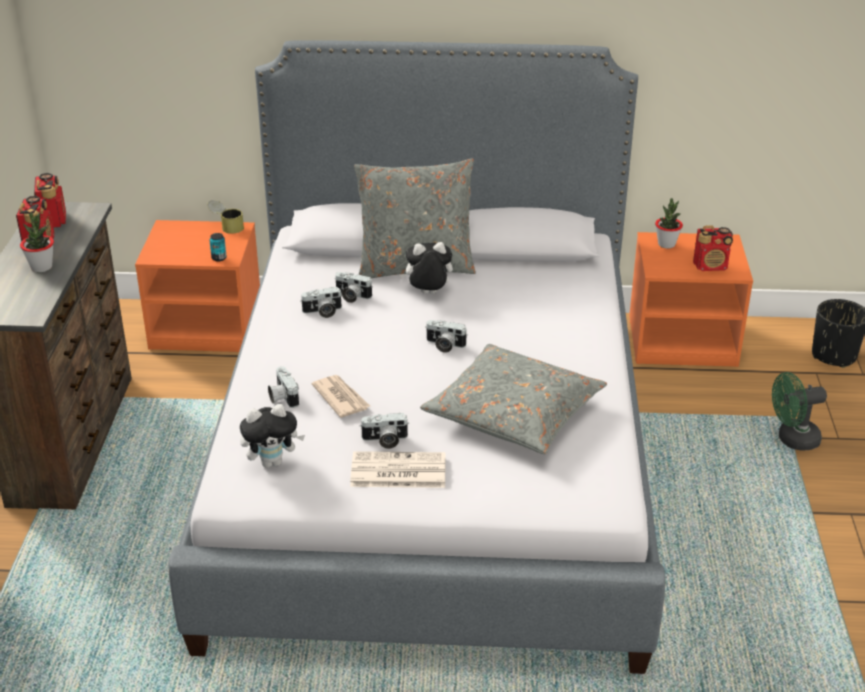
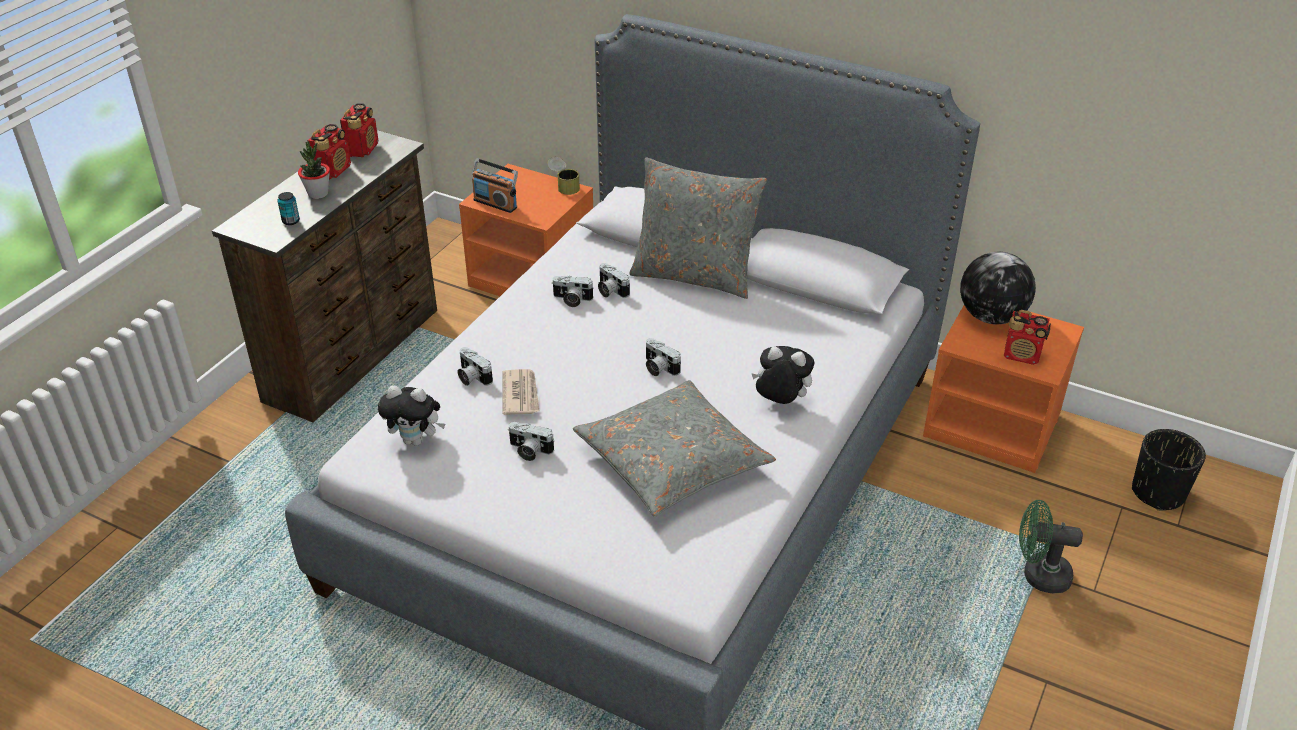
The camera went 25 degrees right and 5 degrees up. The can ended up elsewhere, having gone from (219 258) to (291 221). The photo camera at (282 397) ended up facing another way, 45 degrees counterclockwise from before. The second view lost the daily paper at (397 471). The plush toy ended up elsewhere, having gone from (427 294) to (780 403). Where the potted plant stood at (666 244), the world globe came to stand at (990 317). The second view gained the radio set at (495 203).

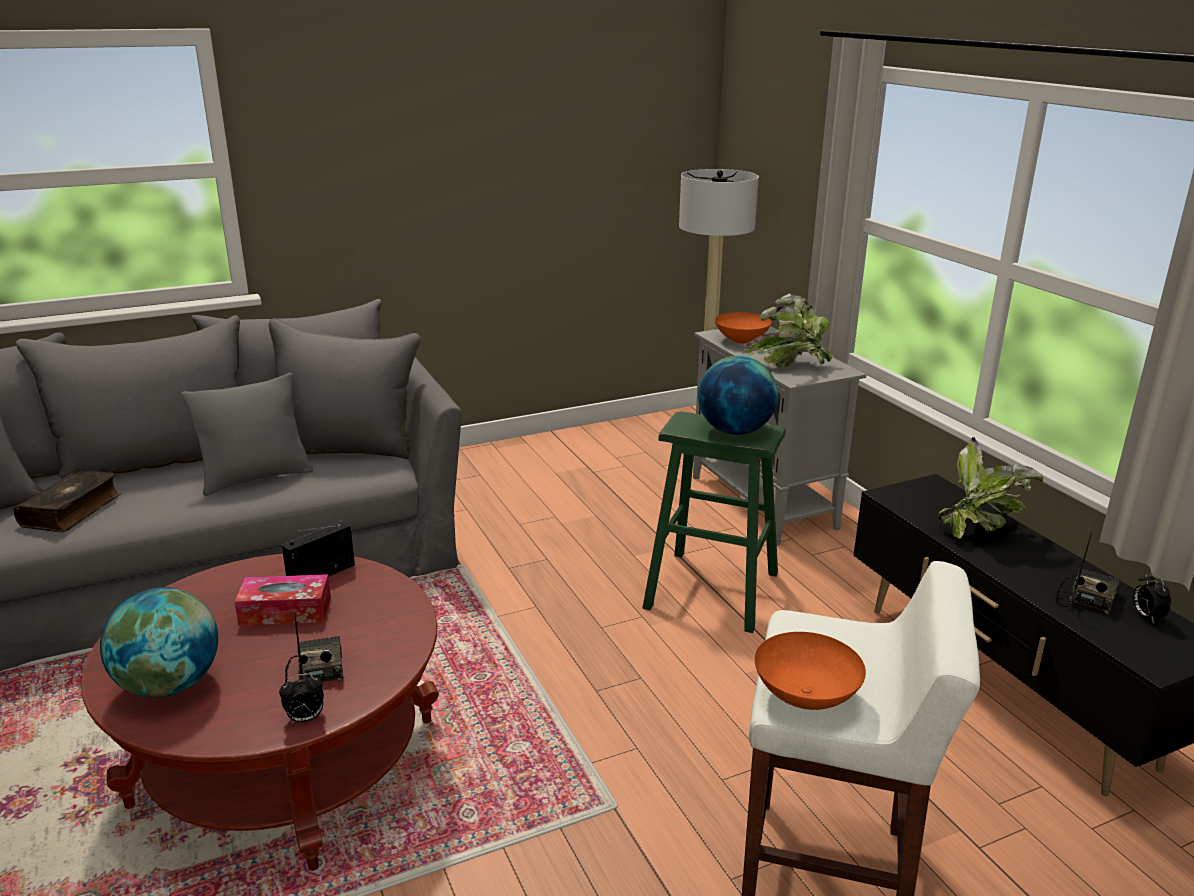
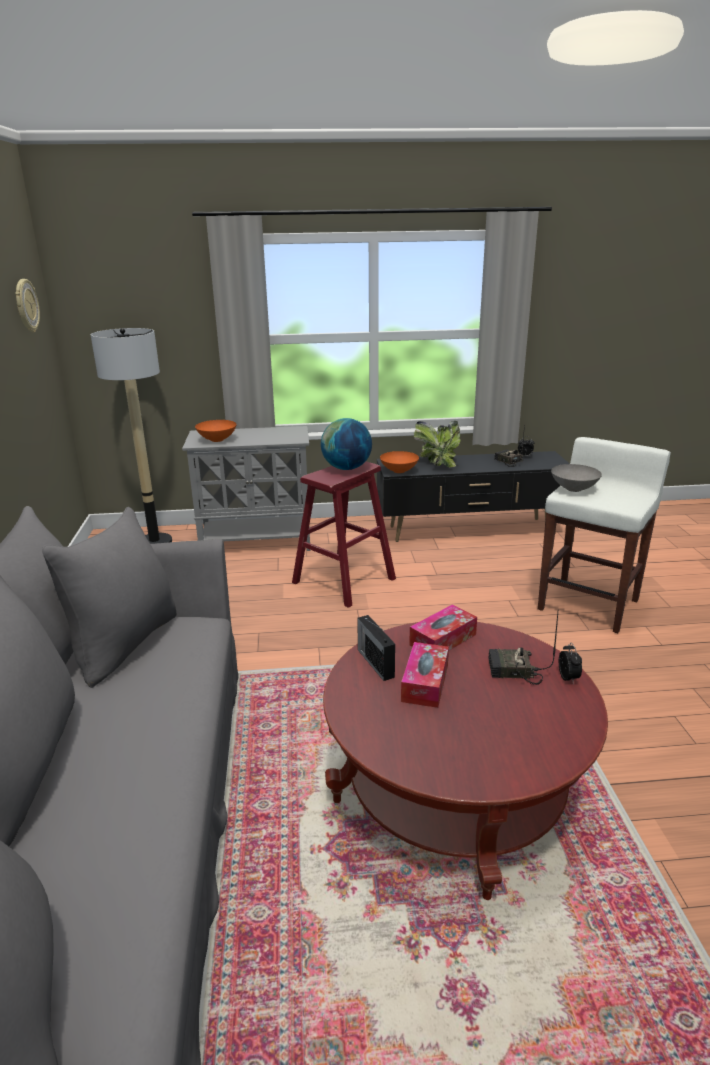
The camera went 70 degrees left and 0 degrees up. The second view lost the book at (73 510). The second view lost the world globe at (170 685). The second view lost the pillow (grey) at (256 478). What was the stool (green-coloured) at (712 590) turned into the stool (reddish) at (344 580). The second view lost the potted plant at (789 364). The deep dish (orangey) ended up elsewhere, having gone from (806 695) to (398 471). The second view gained the clock on the wall at (26 306). The second view gained the box of tissues at (443 640). The second view gained the deep dish (grey) at (573 489).

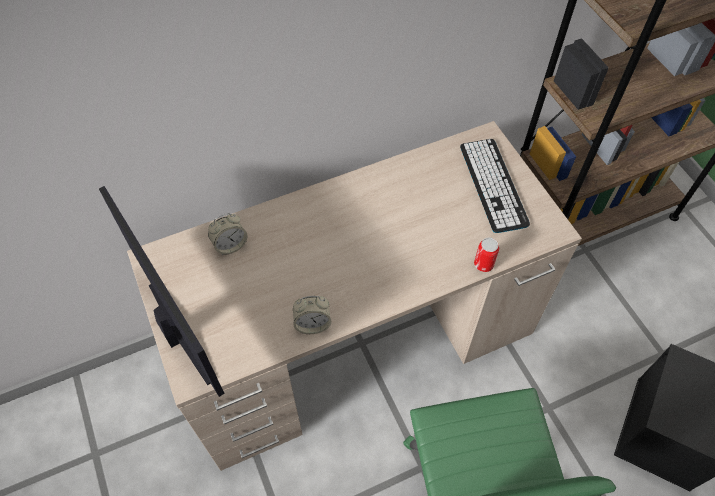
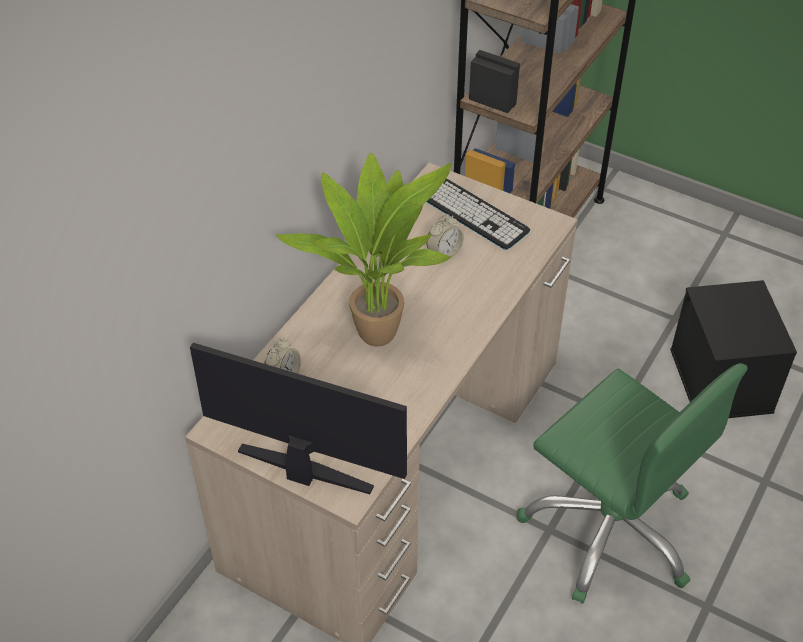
The camera went 35 degrees left and 10 degrees down. The table clock ended up elsewhere, having gone from (312 324) to (444 253). The second view lost the can at (483 264). The second view gained the potted plant at (377 330).

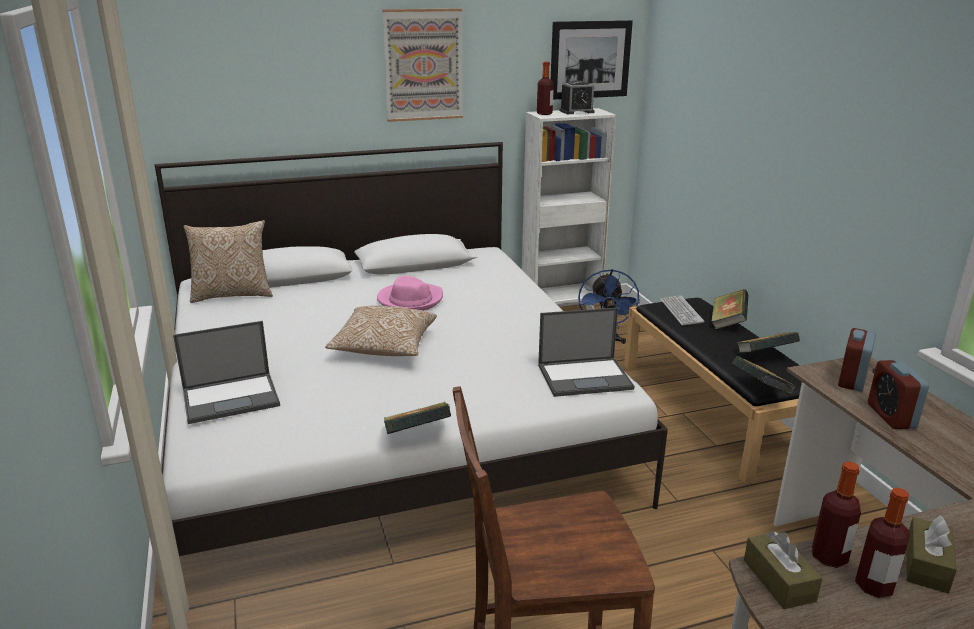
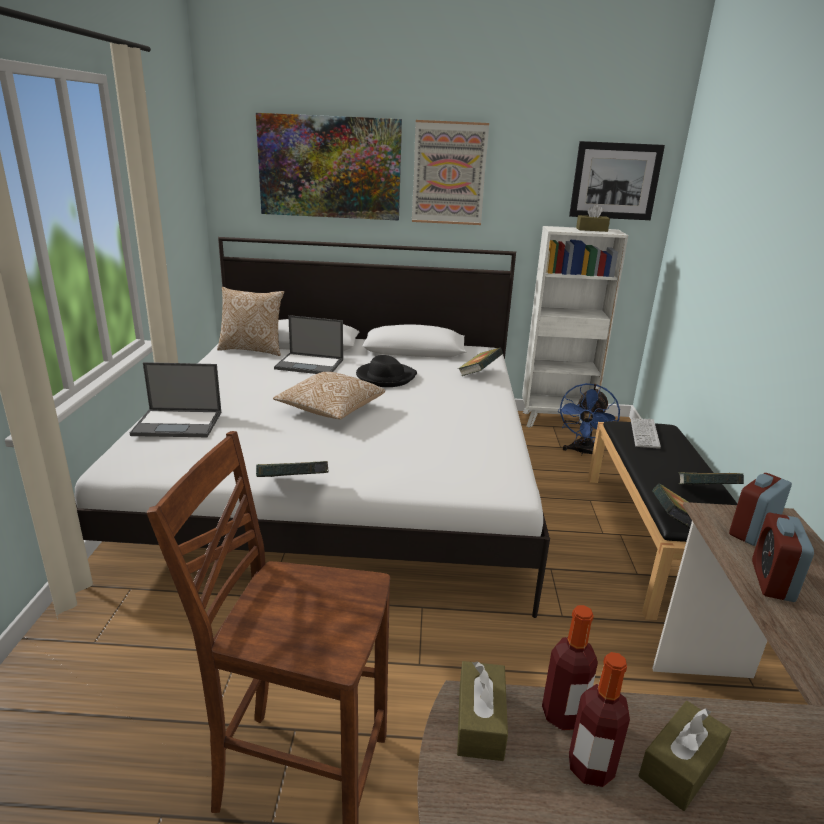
The camera went 20 degrees right and 0 degrees up. What was the hat (pinkish) at (410 300) turned into the hat (blackish) at (385 377). The second view lost the bottle at (544 113). The portable computer ended up elsewhere, having gone from (585 377) to (310 364). Where the table clock stood at (576 111), the box of tissues (brown) came to stand at (591 229). The book ended up elsewhere, having gone from (727 323) to (479 374). The second view gained the wall art at (330 167).

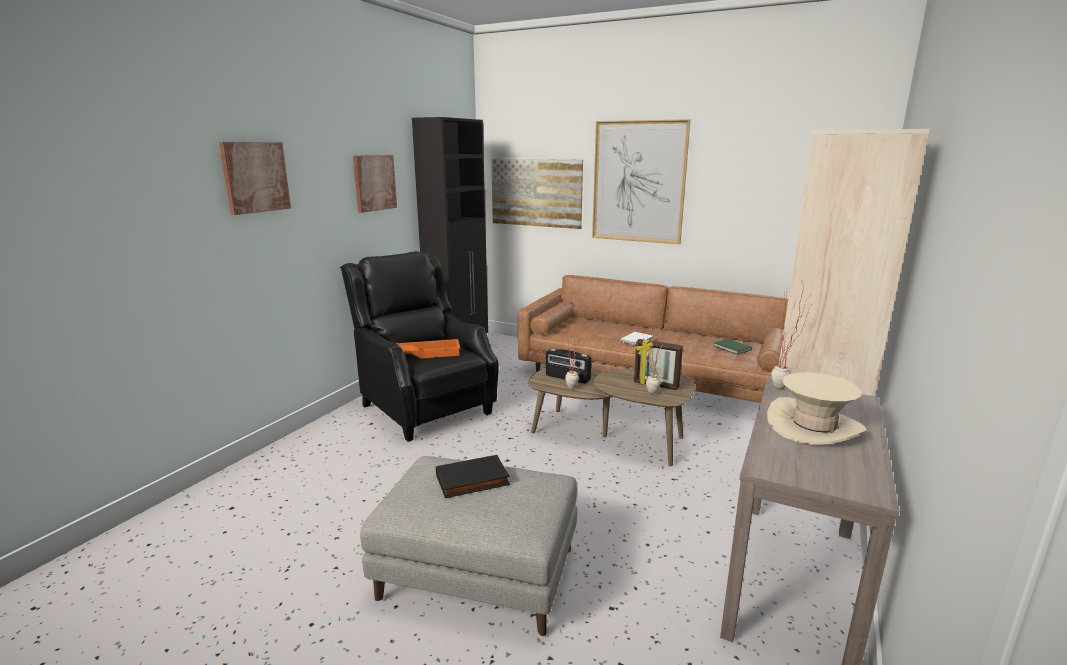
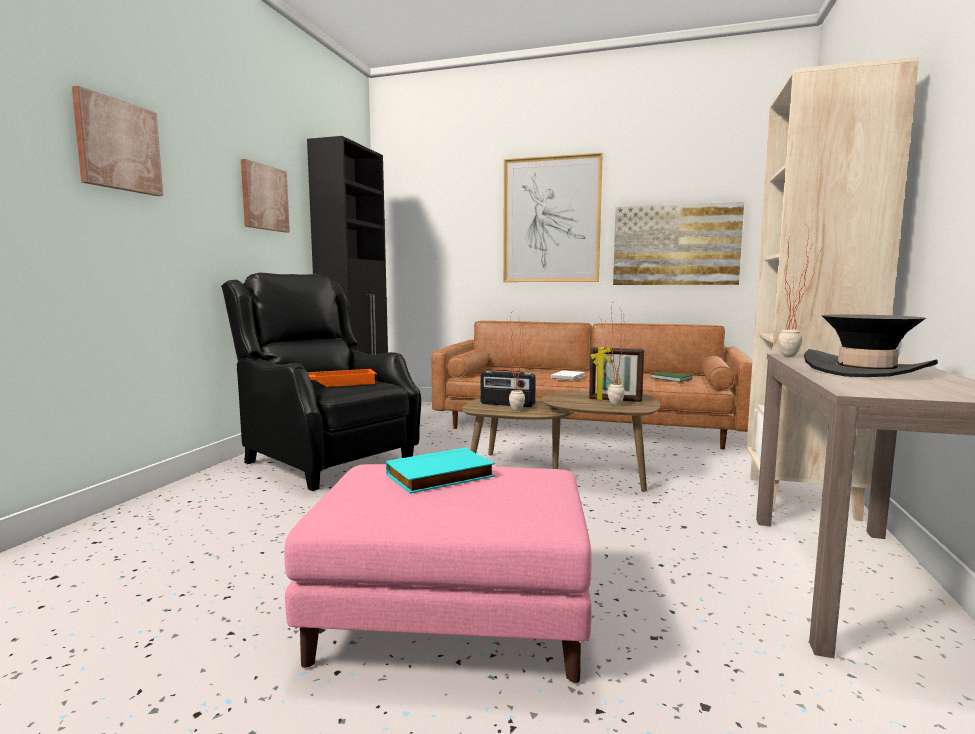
The camera went 10 degrees left and 10 degrees down. What was the ottoman (grey) at (476 574) turned into the ottoman (pinkish) at (448 619). What was the book (blackish) at (472 481) turned into the book (turquoise) at (440 477). The wall art ended up elsewhere, having gone from (536 192) to (675 245). What was the hat (beige) at (814 426) turned into the hat (blackish) at (866 370).

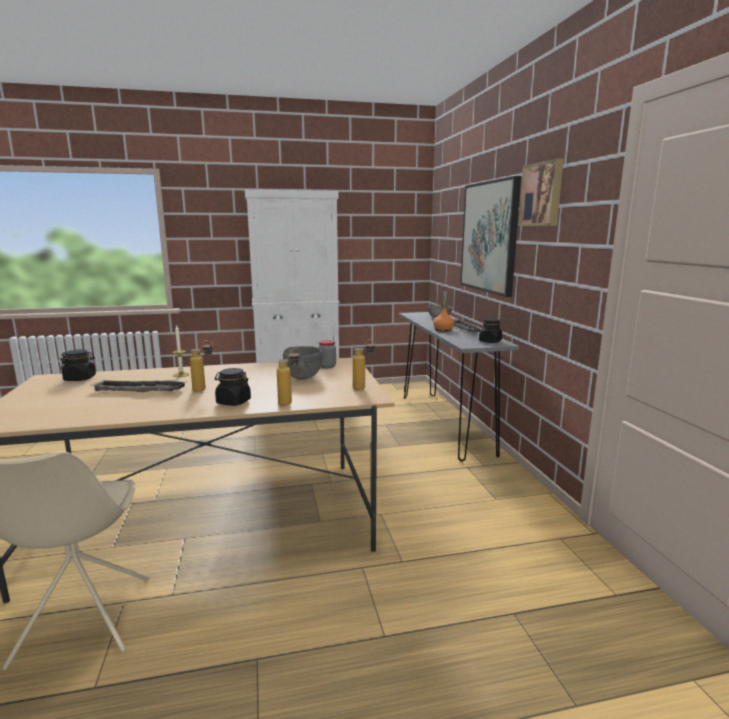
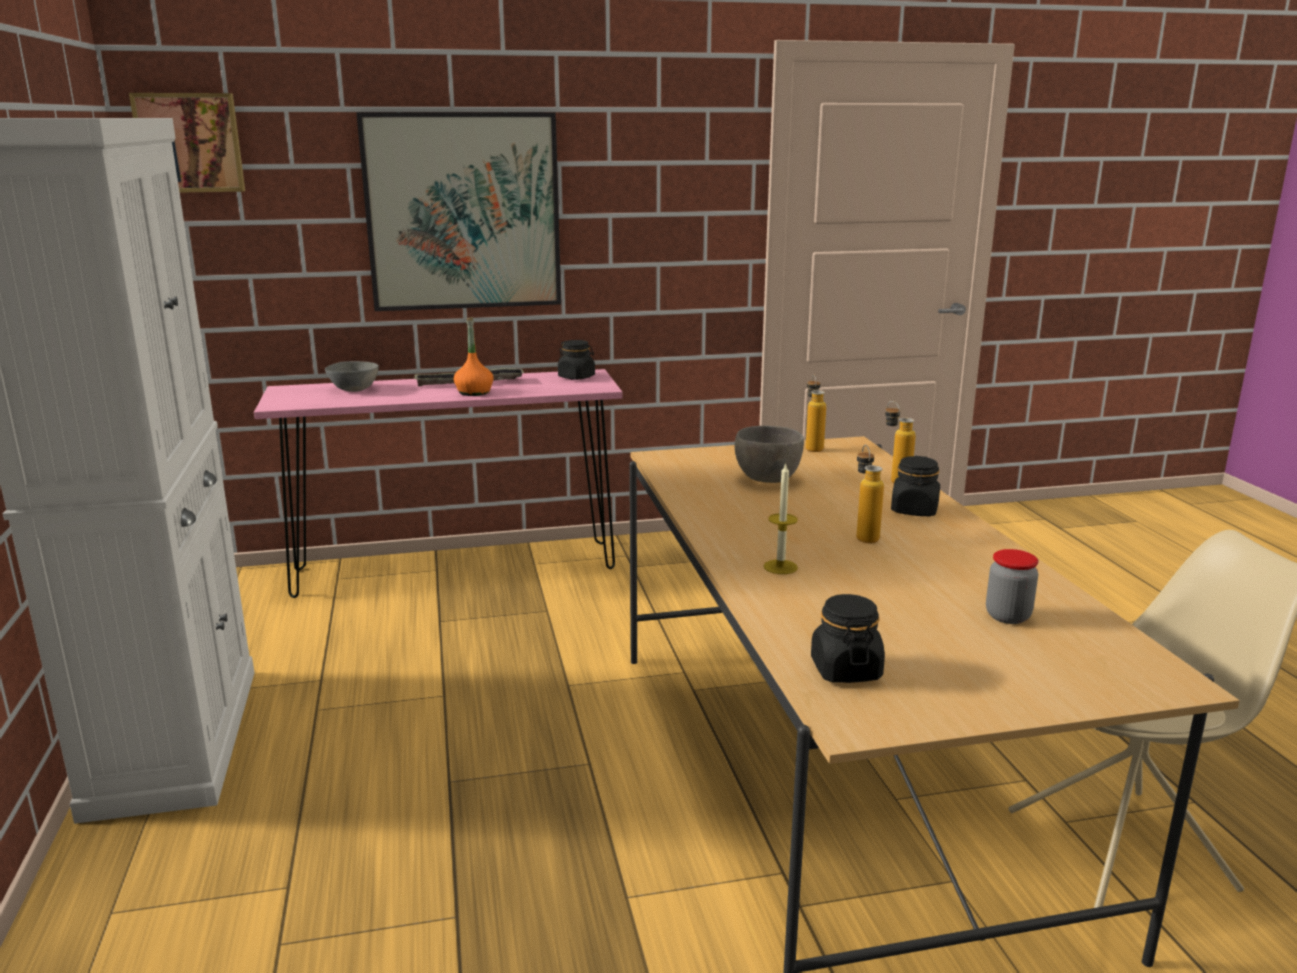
The camera went 90 degrees left and 5 degrees up. The second view lost the serving tray at (140 390). The storage jar ended up elsewhere, having gone from (327 366) to (1007 616). What was the console table (grey) at (445 423) turned into the console table (pinkish) at (455 569). The wall art ended up elsewhere, having gone from (542 194) to (190 143).

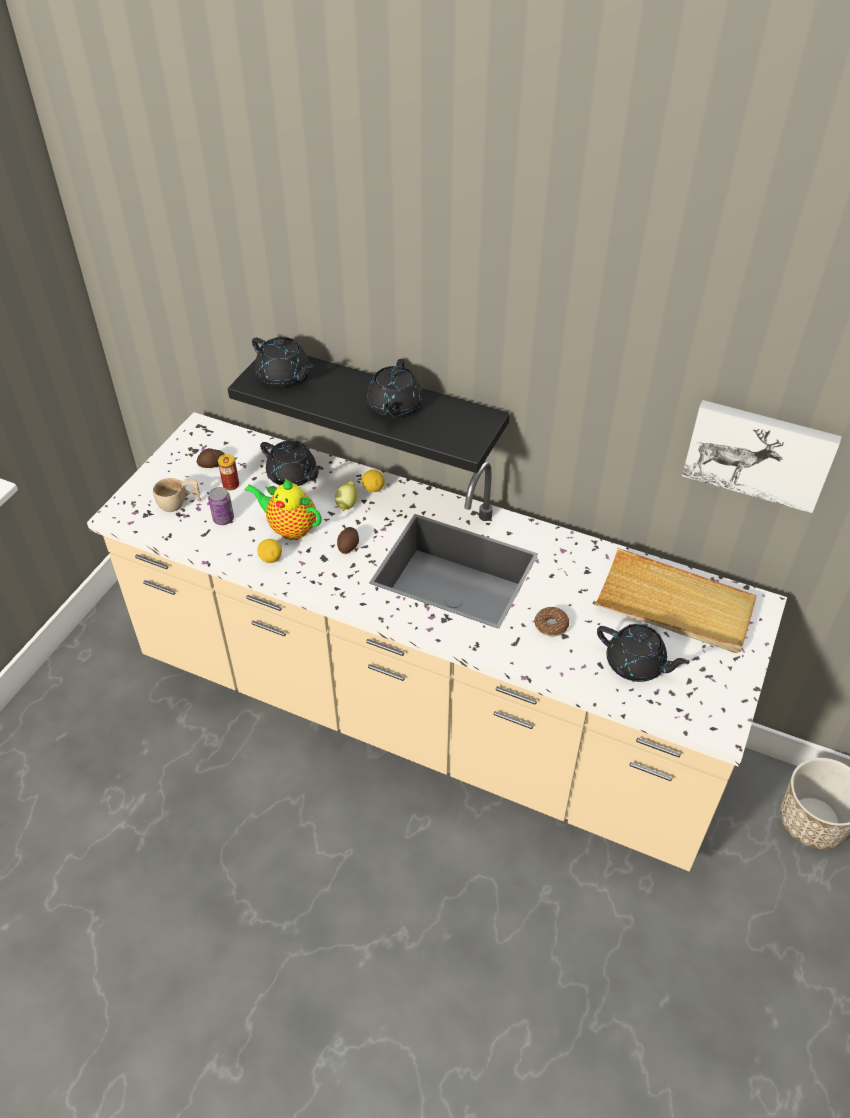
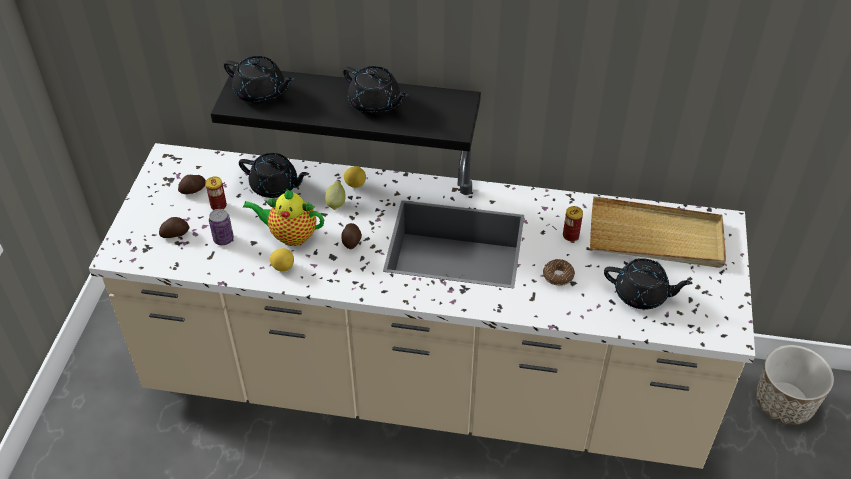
The camera went 15 degrees left and 0 degrees up. Where the drinking cup (beige) stood at (179 504), the potato came to stand at (175 233). The pot for tea (blackish) at (394 407) ended up facing another way, 45 degrees counterclockwise from before. The second view lost the wall art at (759 453). The second view gained the can at (570 235).

